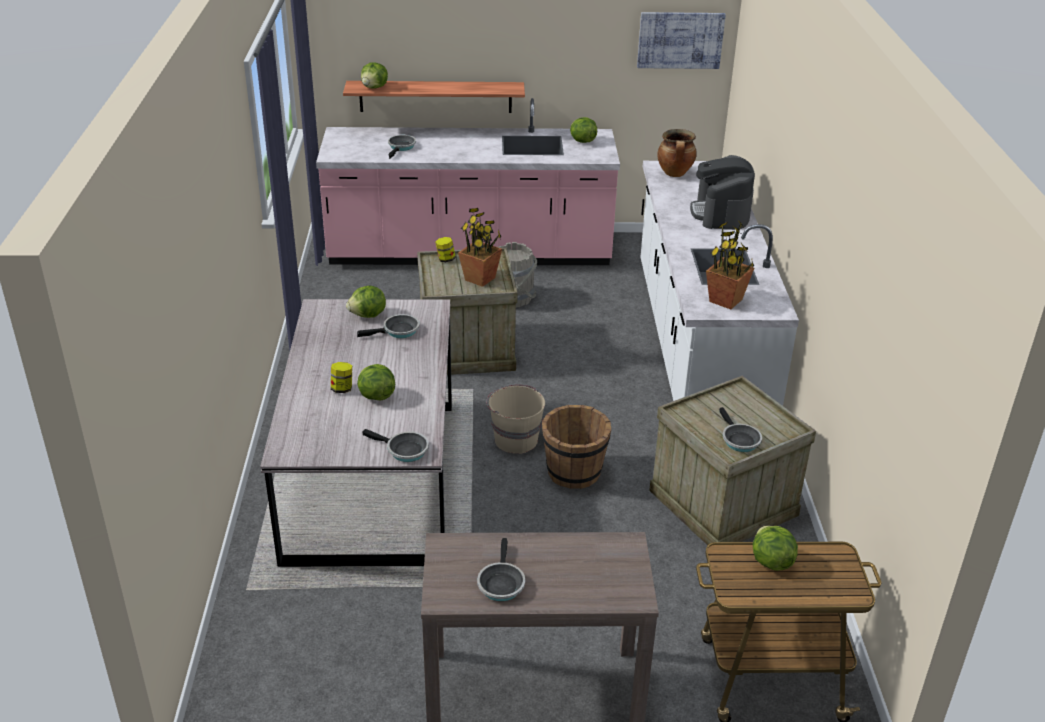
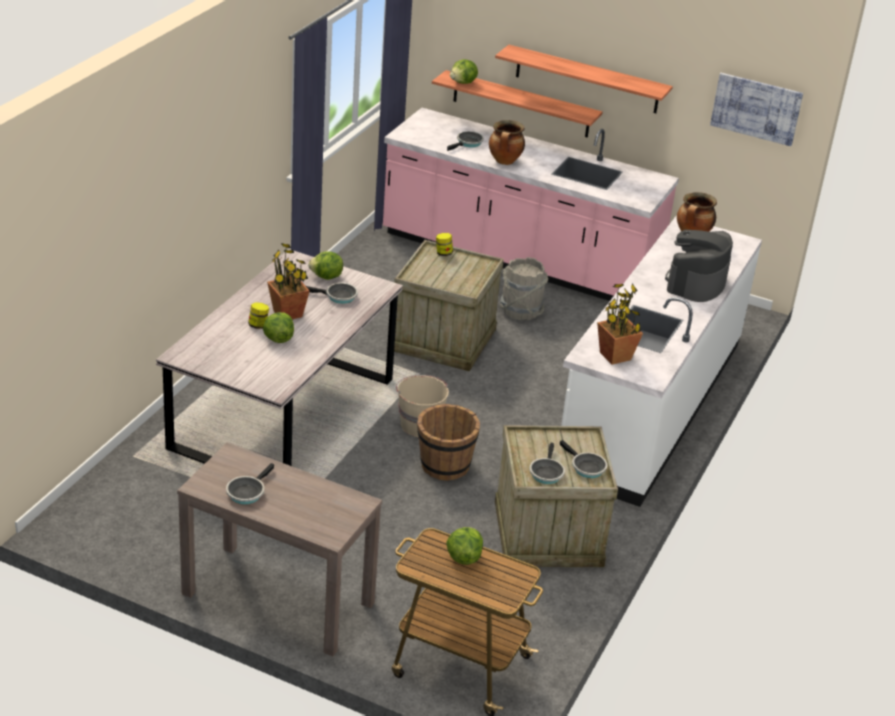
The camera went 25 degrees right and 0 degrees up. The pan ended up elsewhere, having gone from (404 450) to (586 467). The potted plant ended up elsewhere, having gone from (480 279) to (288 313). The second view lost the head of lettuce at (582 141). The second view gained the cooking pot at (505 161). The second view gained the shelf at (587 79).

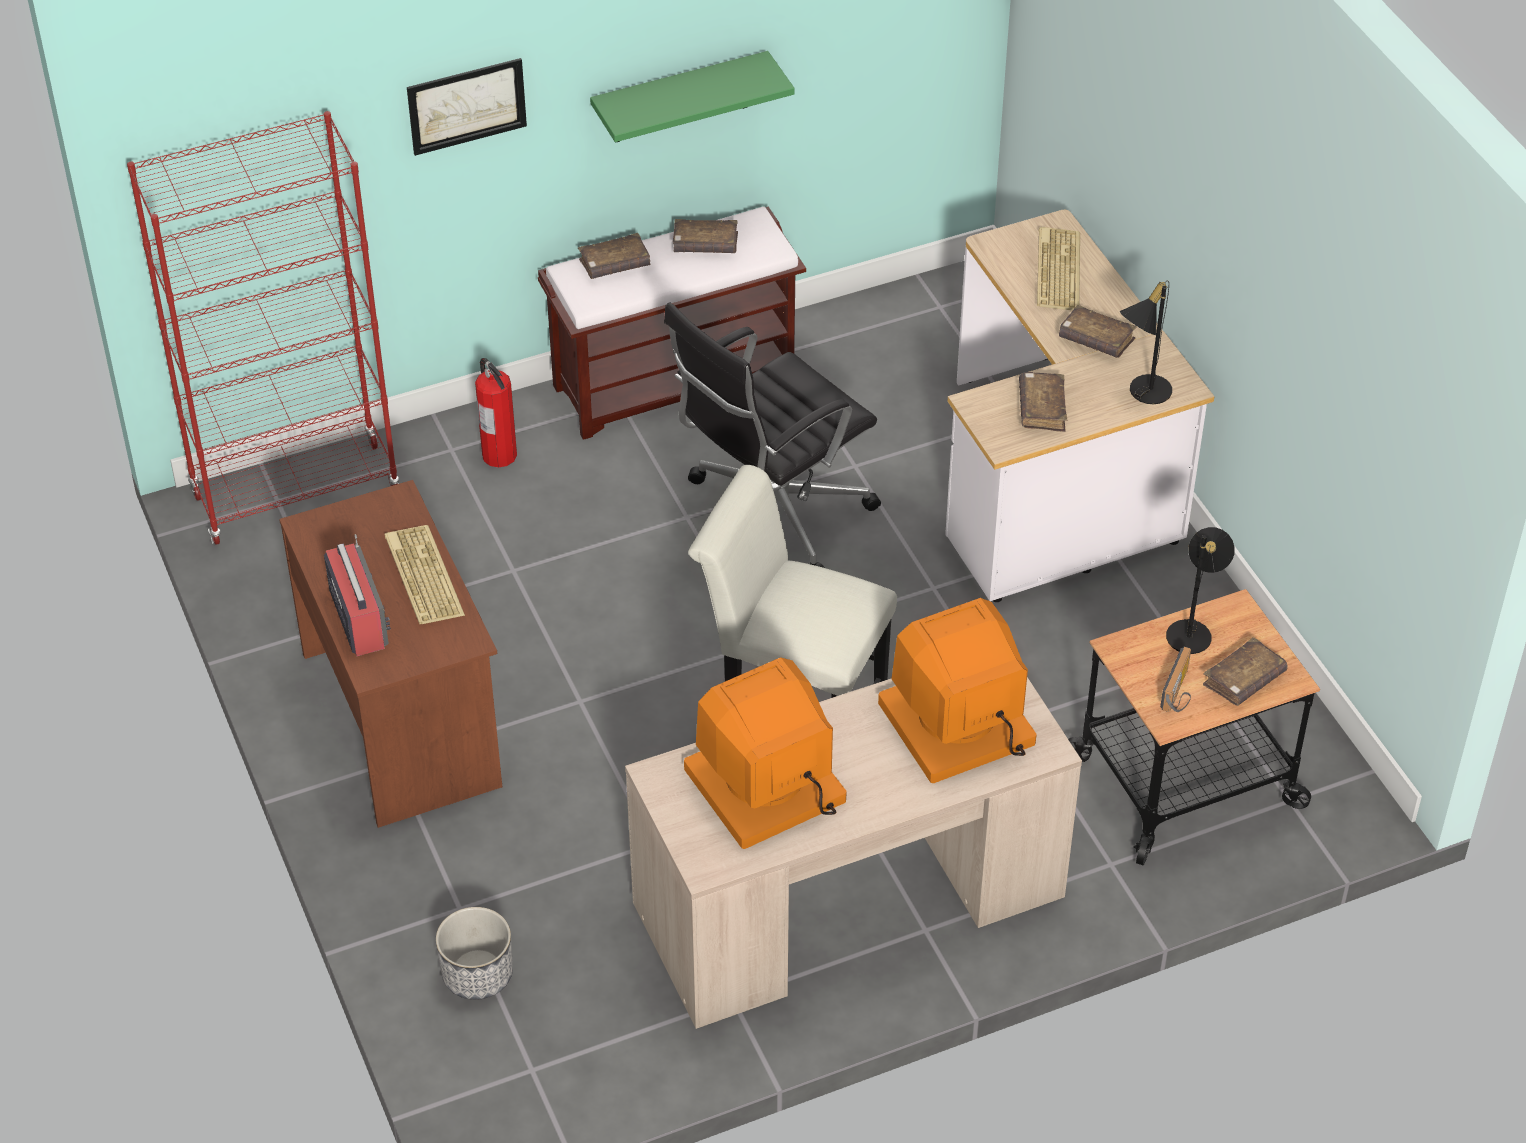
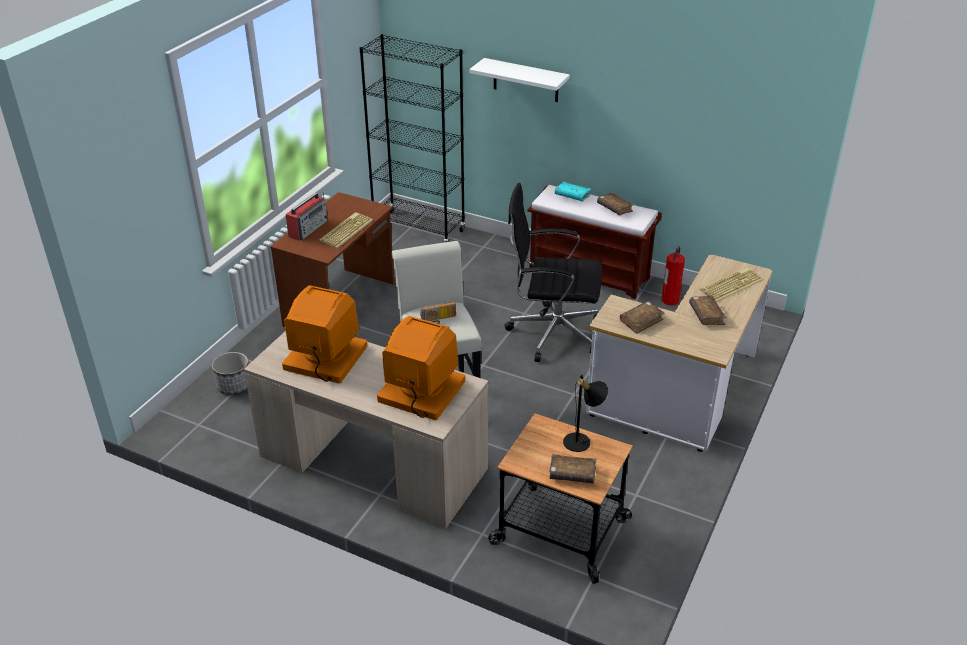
The camera went 50 degrees right and 10 degrees down. What was the shelving unit (reddish) at (296 493) turned into the shelving unit (blackish) at (419 228). Where the wall art hung at (467 105), the shelf (whitish) came to hang at (525 80). The extinguisher ended up elsewhere, having gone from (499 454) to (670 300). What was the book (brown) at (615 264) turned into the book (turquoise) at (572 196). The second view lost the shelf (green-coloured) at (680 98). The second view lost the table lamp (blackish) at (1142 391). The radio set ended up elsewhere, having gone from (1180 692) to (438 320).

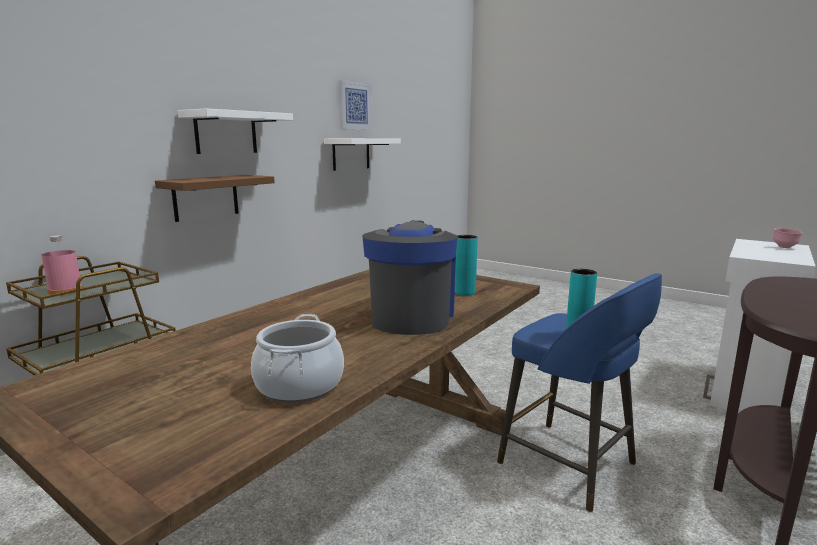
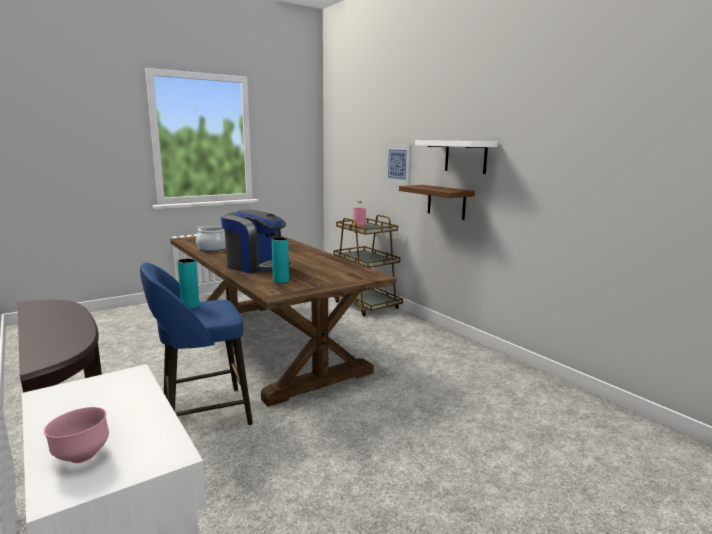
The camera went 110 degrees right and 0 degrees up. The second view lost the shelf (whitish) at (351 154). The wall art ended up elsewhere, having gone from (354 106) to (398 164).

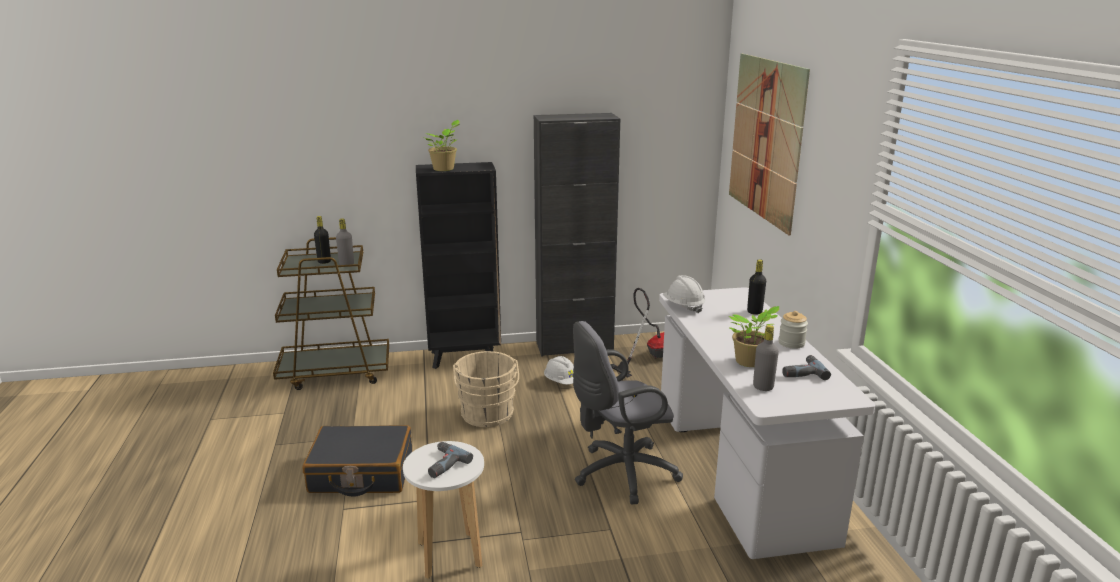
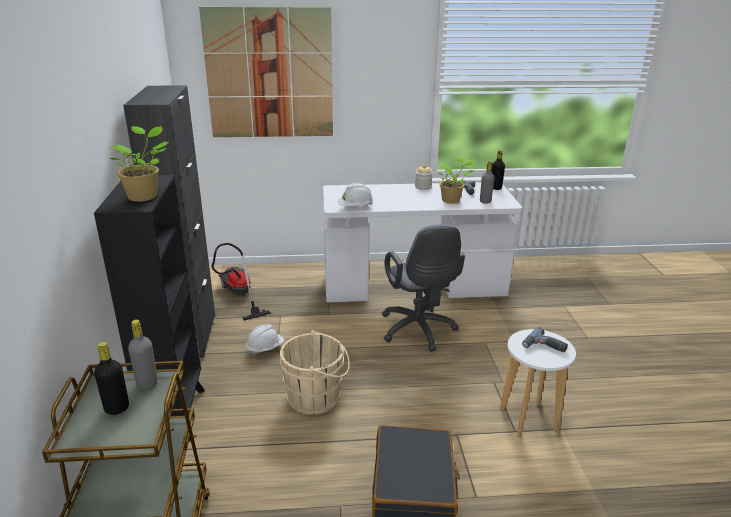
The camera went 85 degrees left and 5 degrees up. The bottle (blackish) ended up elsewhere, having gone from (754 311) to (495 188).

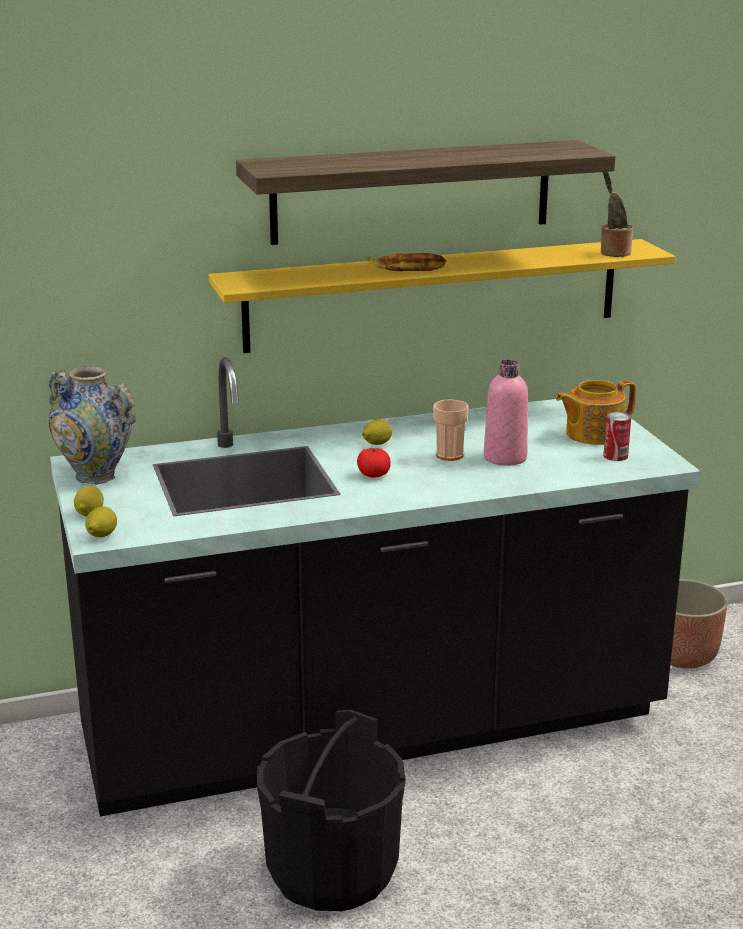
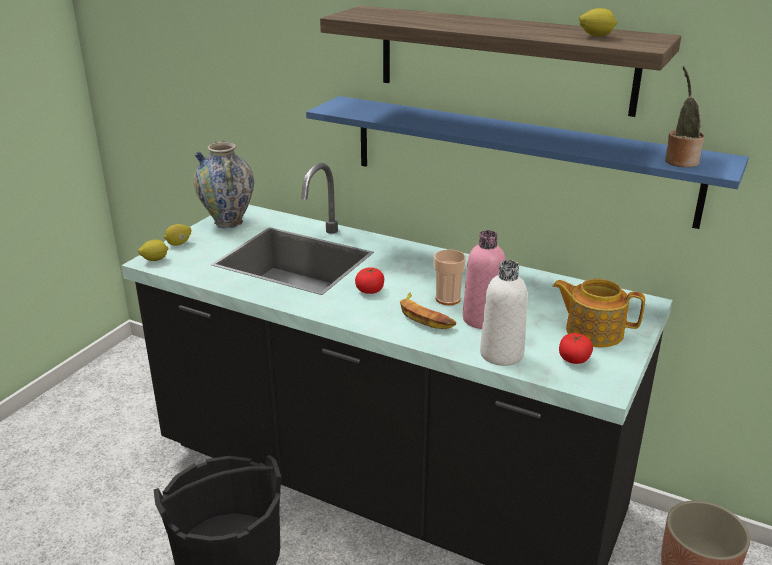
The camera went 45 degrees right and 5 degrees up. What was the shelf (yellow) at (434 295) turned into the shelf (blue) at (518 159). The whole lemon ended up elsewhere, having gone from (377 444) to (596 36). The banana fruit ended up elsewhere, having gone from (407 268) to (425 316). Where the can stood at (615 456), the whole tomato came to stand at (574 359). The second view gained the bottle (whitish) at (501 354).

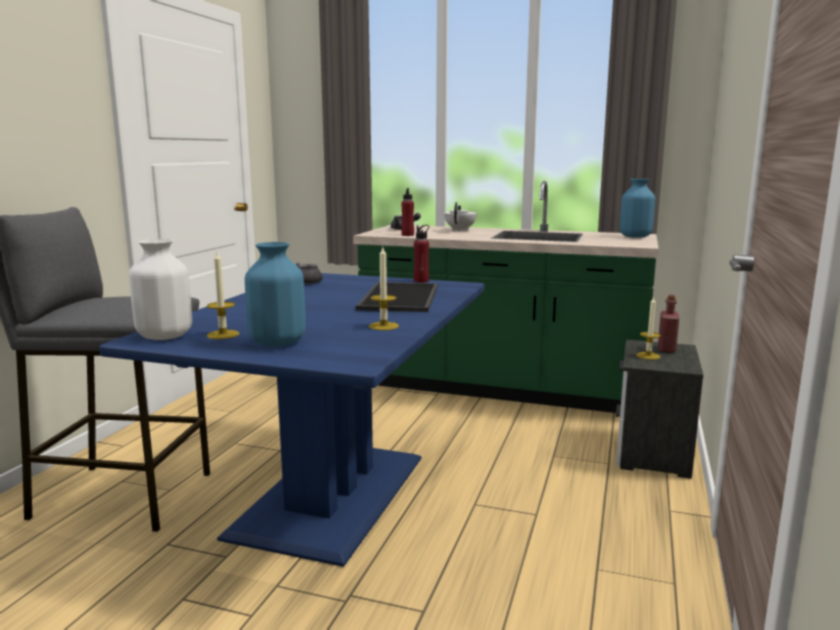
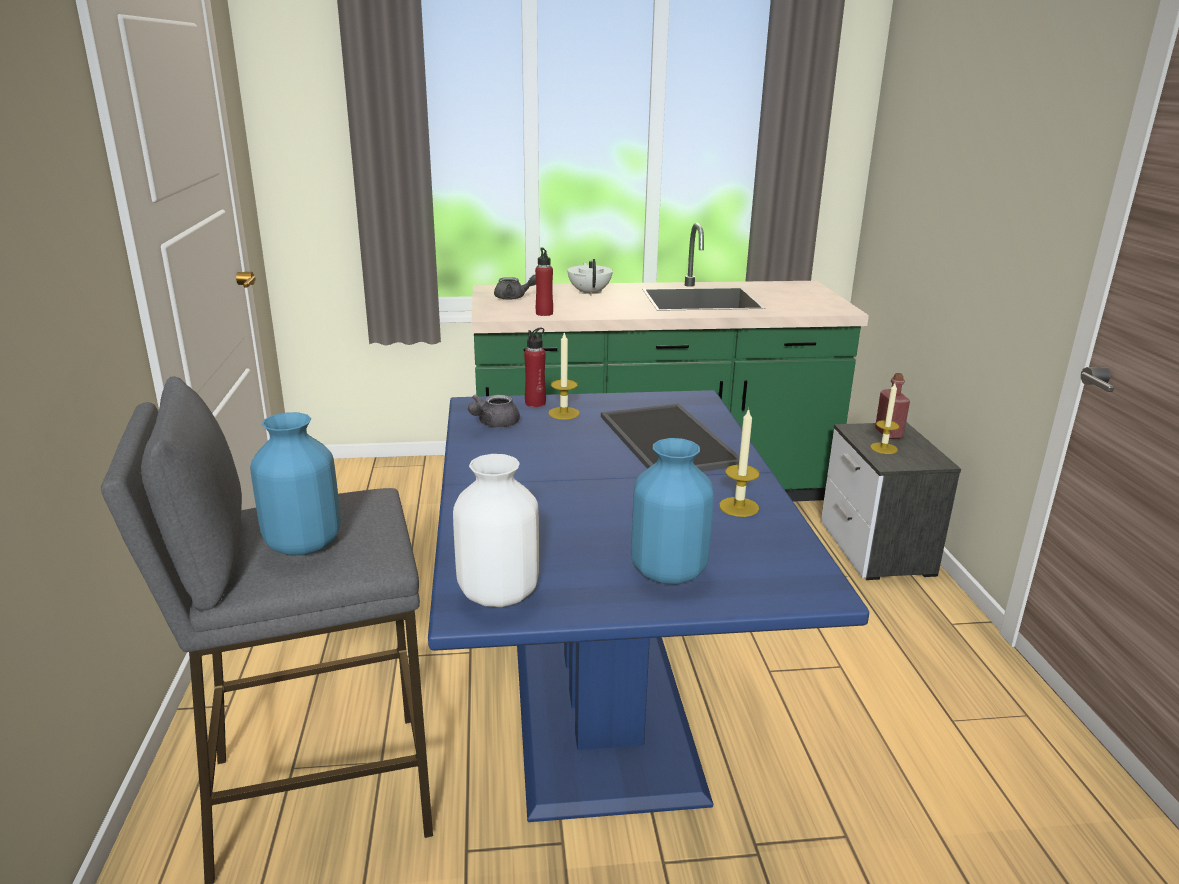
The camera went 25 degrees left and 10 degrees up. The wax candle ended up elsewhere, having gone from (223 335) to (564 413). The bottle (reddish) ended up elsewhere, having gone from (421 281) to (535 403). The decorative vase (blue) ended up elsewhere, having gone from (635 236) to (305 543).

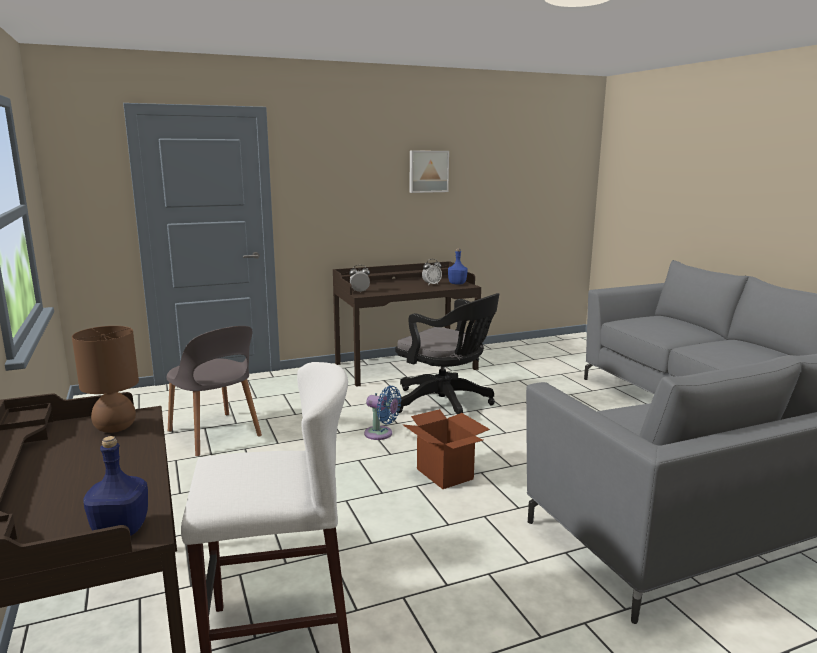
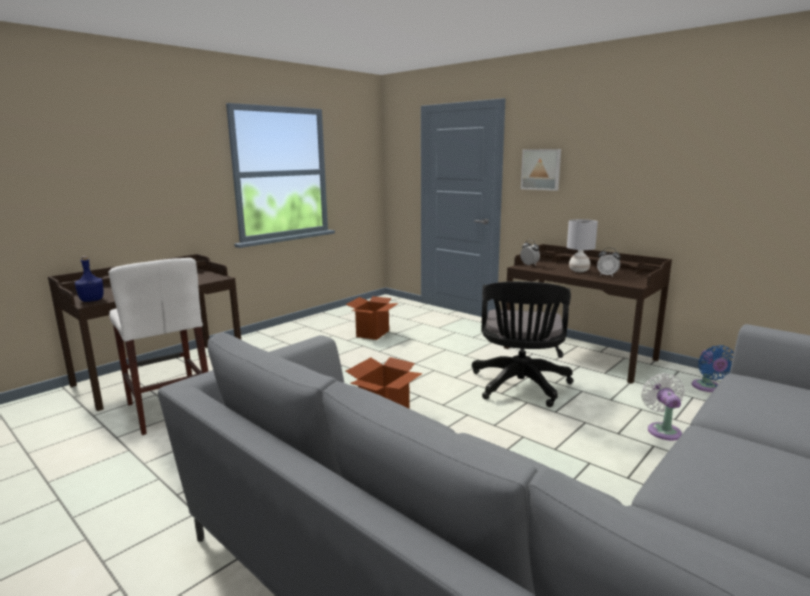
The camera went 65 degrees right and 0 degrees up. The second view lost the table lamp (brown) at (114 428). Where the chair (grey) stood at (215 434), the carton came to stand at (372 334). The cooling fan (blue) ended up elsewhere, having gone from (381 434) to (707 388). The wall art ended up elsewhere, having gone from (428 171) to (541 169). The second view lost the bottle (blue) at (457 283). The second view gained the table lamp (grey) at (578 271). The second view gained the cooling fan (whitish) at (662 430).

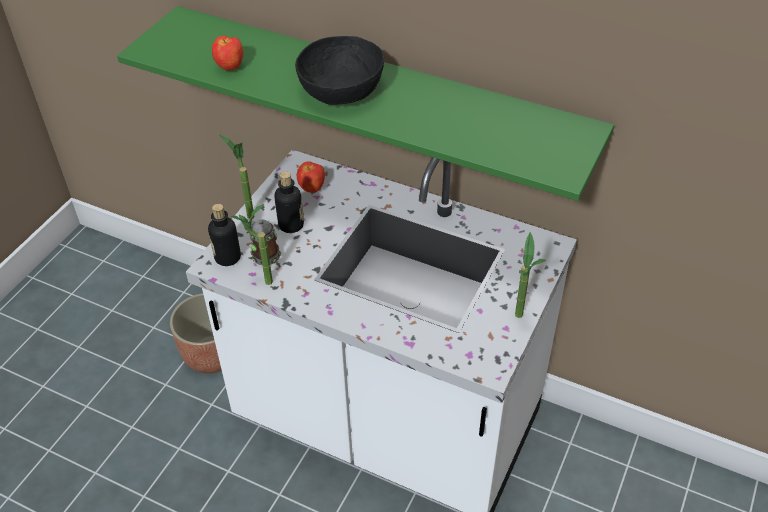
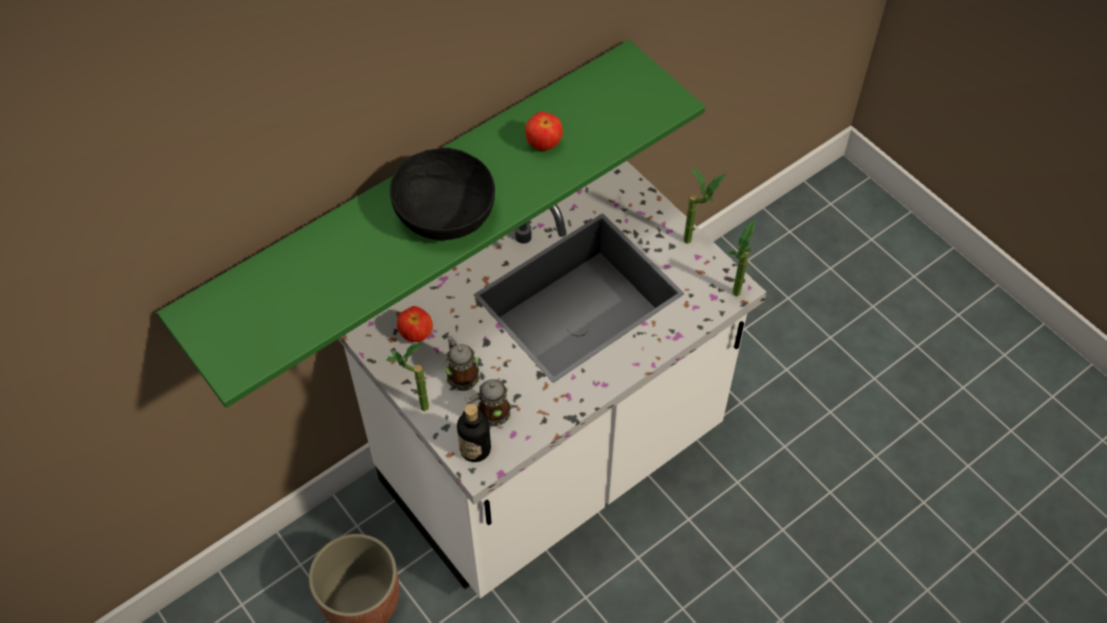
The camera went 65 degrees left and 10 degrees up. The apple ended up elsewhere, having gone from (230 67) to (544 145). The potted plant ended up elsewhere, having gone from (260 283) to (734 300). Where the bottle stood at (291 225), the coffee mug came to stand at (461 374).

